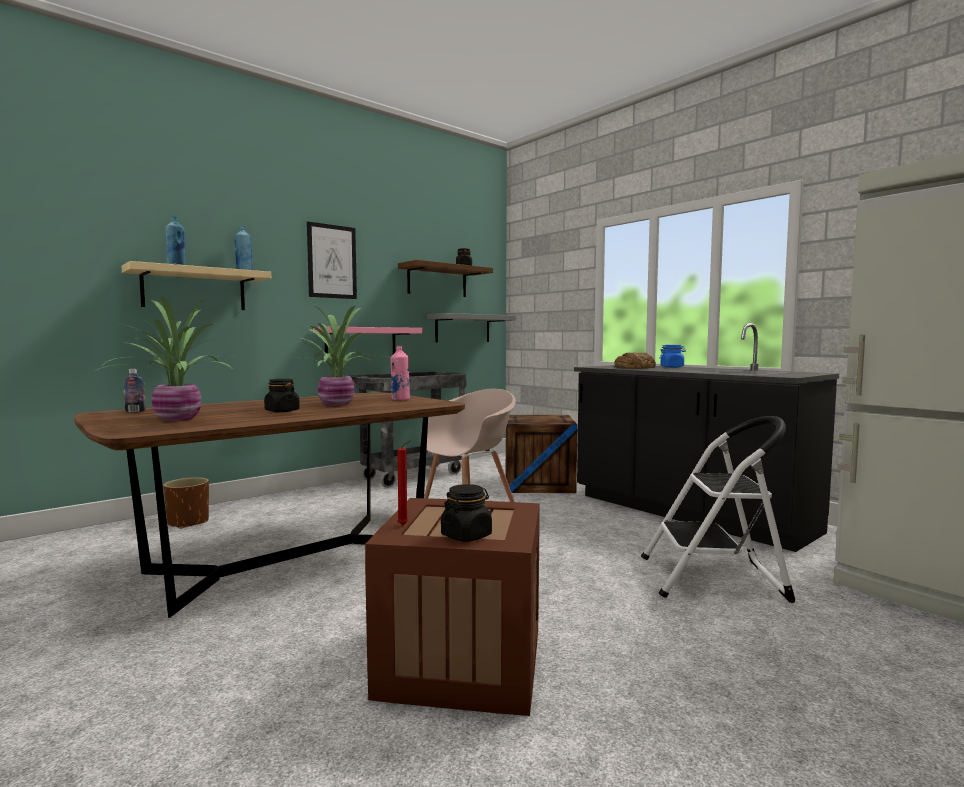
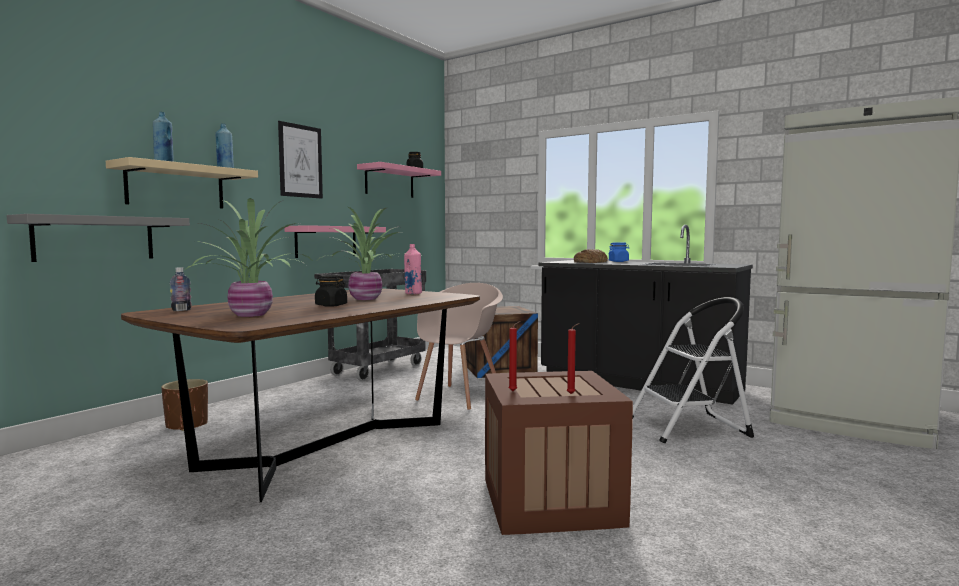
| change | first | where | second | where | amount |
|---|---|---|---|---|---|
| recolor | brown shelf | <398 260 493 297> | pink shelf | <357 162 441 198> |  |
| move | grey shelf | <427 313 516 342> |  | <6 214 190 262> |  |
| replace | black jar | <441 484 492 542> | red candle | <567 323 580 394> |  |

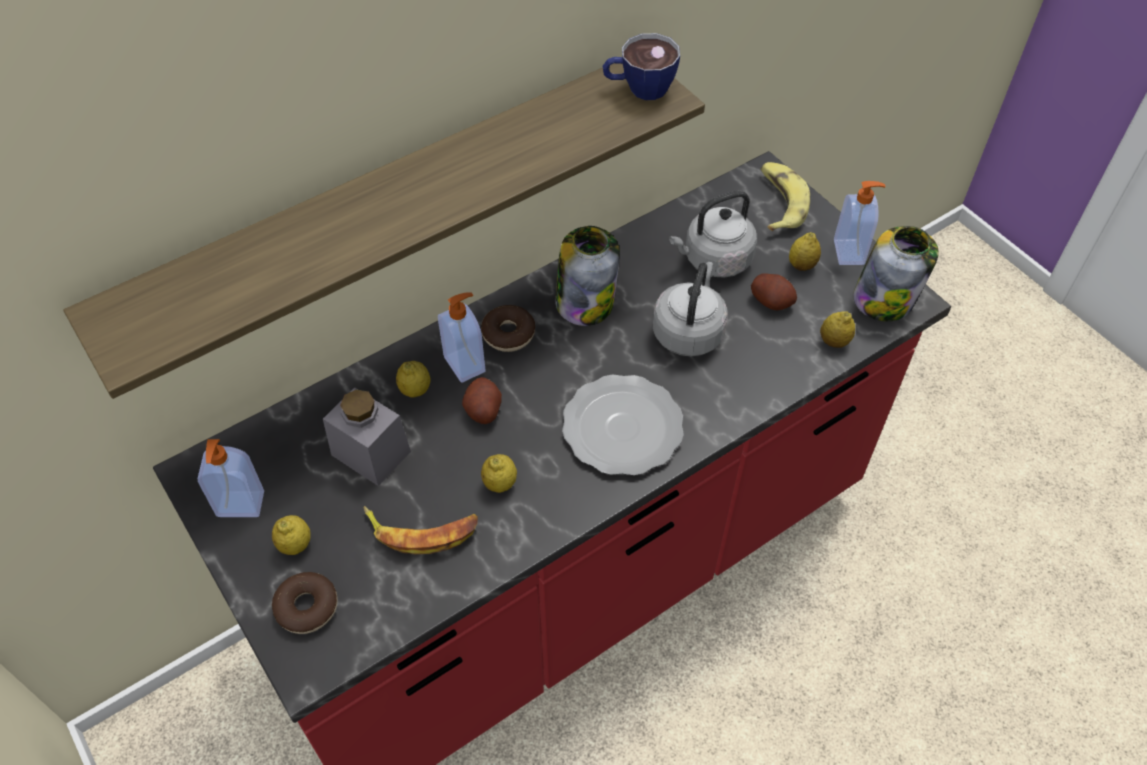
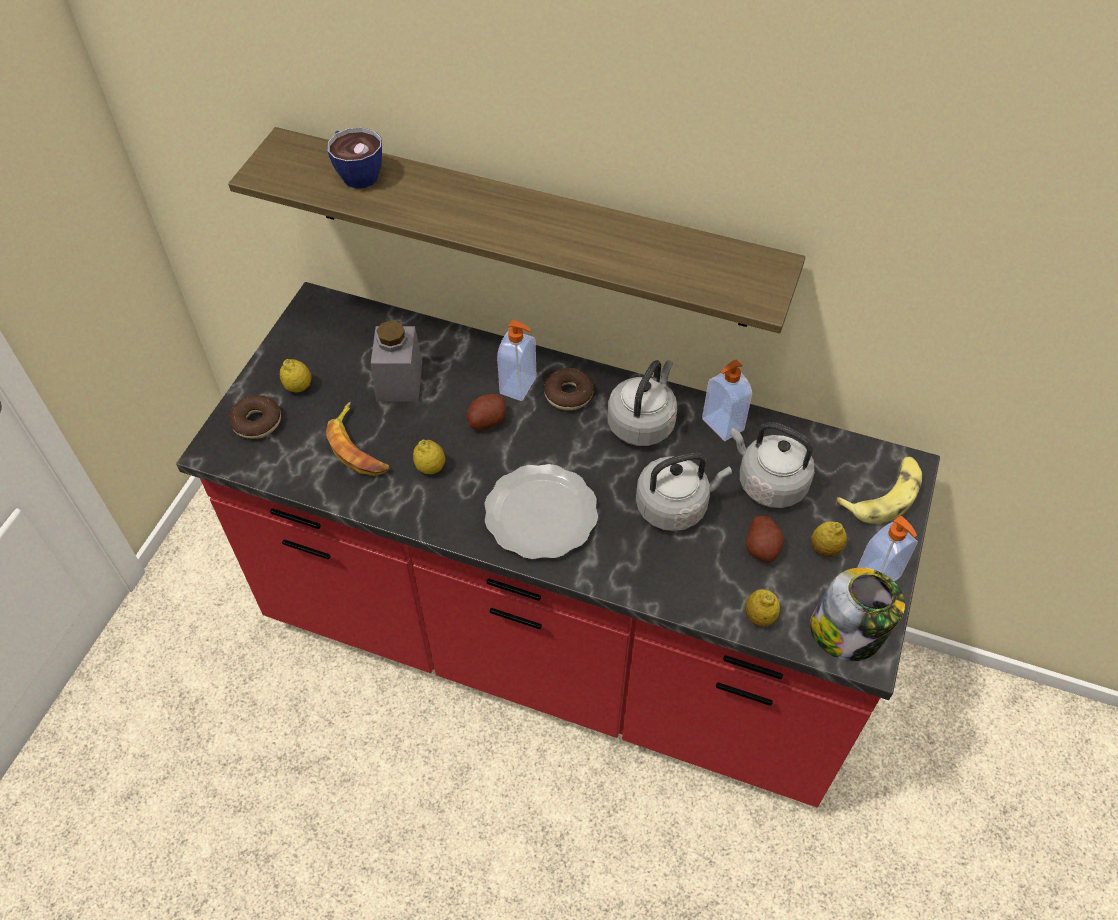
| change | first | where | second | where | amount |
|---|---|---|---|---|---|
| move | soap dispenser | <198 439 264 517> |  | <702 359 752 441> |  |
| delete | lemon | <396 361 431 398> |  |  |  |
| replace | jar | <555 226 620 326> | grey kettle | <607 360 677 446> |  |
| move | cup | <603 33 680 100> |  | <327 127 382 189> |  |

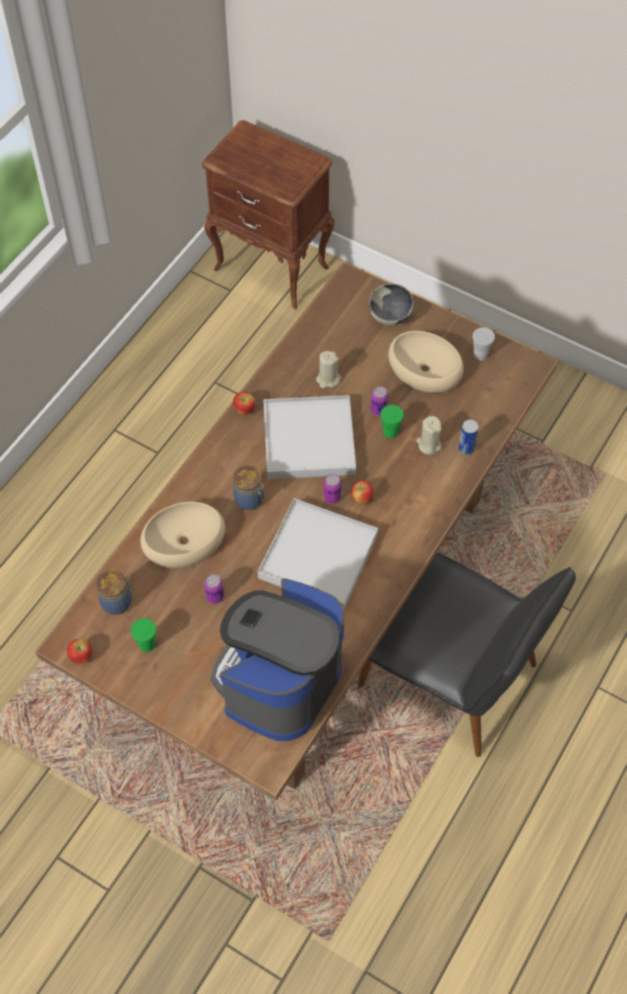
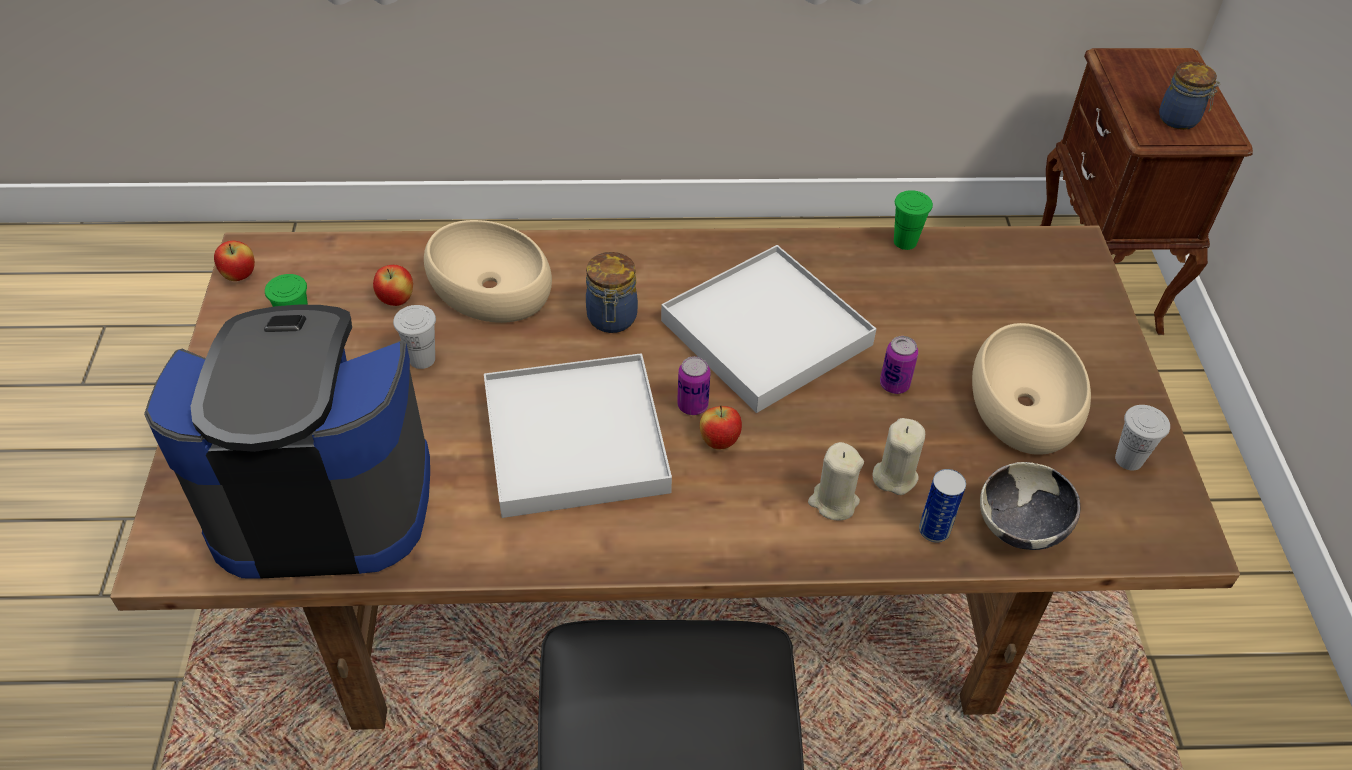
| change | first | where | second | where | amount |
|---|---|---|---|---|---|
| move | jar | <96 570 134 615> |  | <1159 62 1221 130> |  |
| replace | can | <204 574 224 604> | white cup | <393 305 436 369> |  |
| move | apple | <233 392 255 415> |  | <373 265 413 306> |  |
| move | beige candle | <316 351 341 388> |  | <808 442 864 521> |  |
| move | bowl | <369 284 414 325> |  | <980 462 1080 550> |  |
| move | green cup | <380 405 404 438> |  | <894 190 933 250> |  |

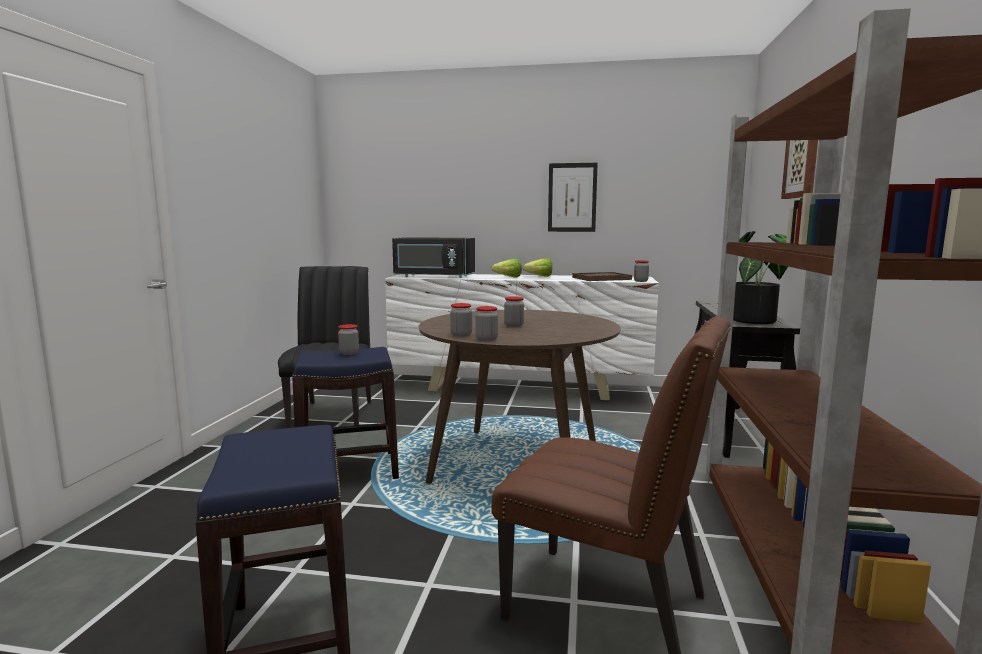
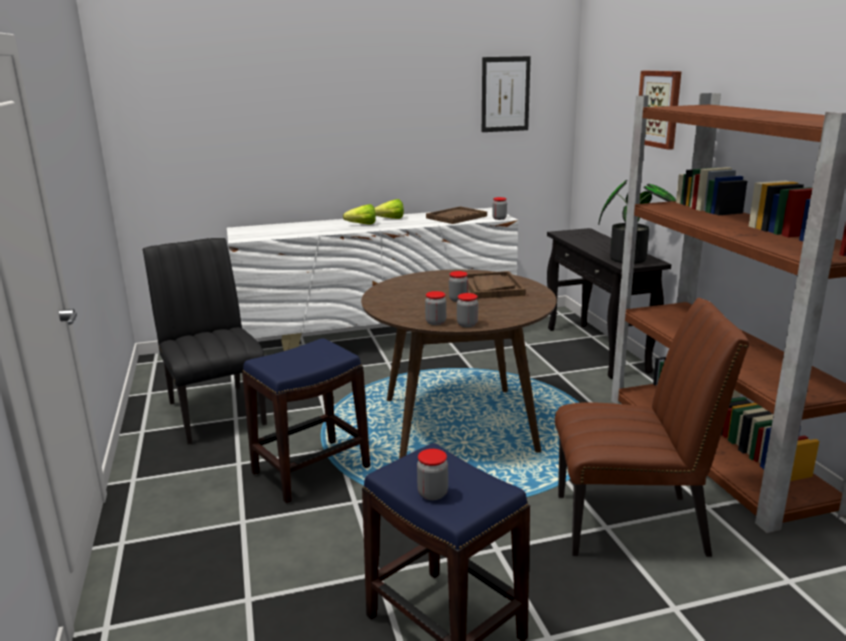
| change | first | where | second | where | amount |
|---|---|---|---|---|---|
| move | jar | <338 324 359 355> |  | <417 449 448 500> |  |
| delete | black microwave | <392 237 475 278> |  |  |  |
| move | picture | <548 163 598 232> |  | <482 56 531 132> |  |
| insert |  |  | brown tray | <466 271 526 299> |  |

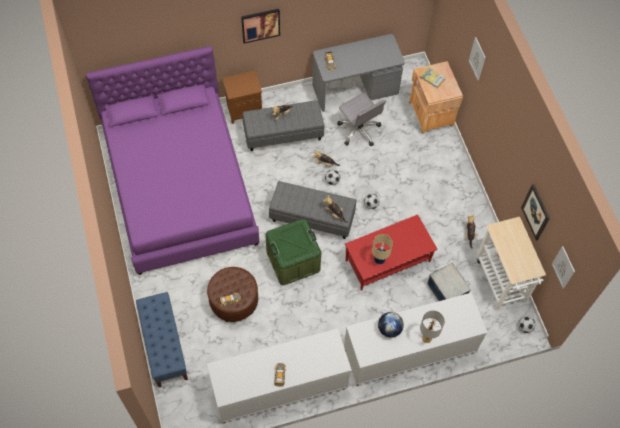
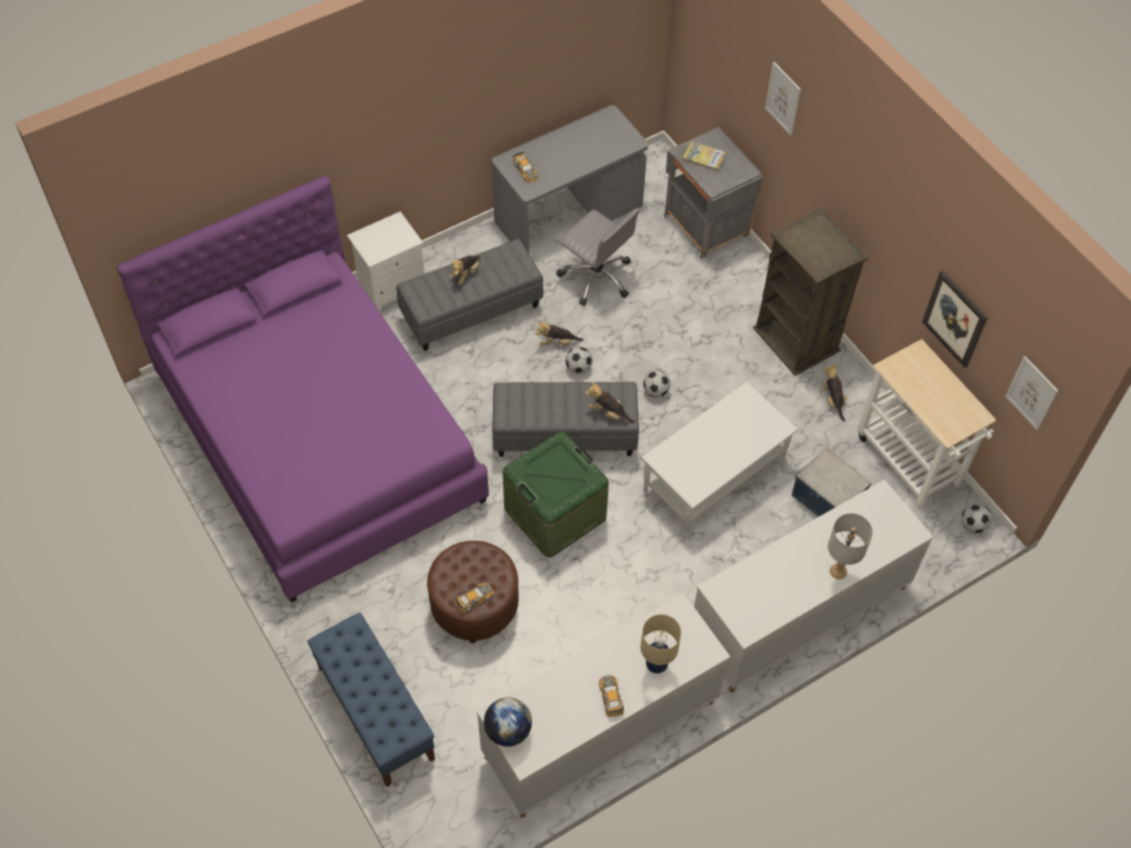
| change | first | where | second | where | amount |
|---|---|---|---|---|---|
| recolor | brown nightstand | <222 71 262 124> | white nightstand | <347 211 425 313> |  |
| delete | picture | <241 9 280 43> |  |  |  |
| recolor | red coffee table | <345 215 438 291> | white coffee table | <641 382 798 533> |  |
| move | beige table lamp | <372 234 393 264> |  | <641 614 681 674> |  |
| move | globe | <378 312 404 338> |  | <484 697 532 747> |  |
| recolor | brown cart | <408 61 463 134> | grey cart | <663 127 763 261> |  |
| insert |  |  | brown bookcase | <753 208 868 376> |  |

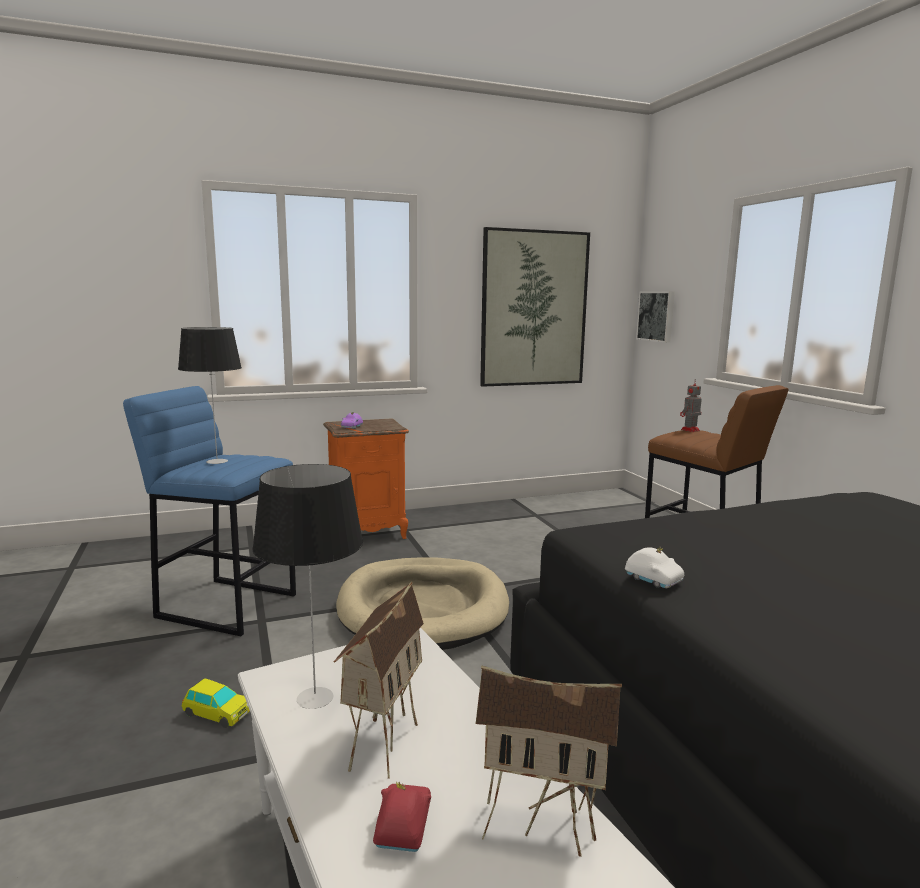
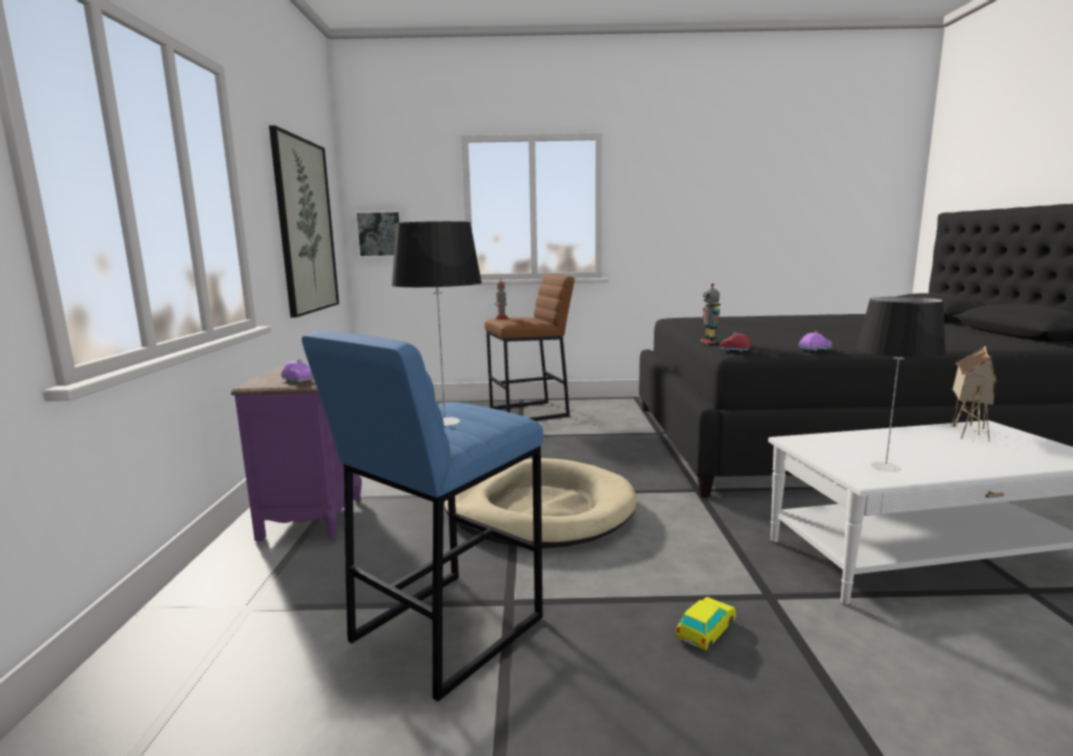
| change | first | where | second | where | amount |
|---|---|---|---|---|---|
| recolor | orange nightstand | <323 418 409 539> | purple nightstand | <231 368 362 541> |  |
| delete | toy house | <334 582 424 779> |  |  |  |
| move | red toy car | <373 782 431 852> |  | <720 332 751 352> |  |
| recolor | white toy car | <625 546 684 588> | purple toy car | <798 330 832 351> |  |
| insert |  |  | toy robot | <701 283 721 344> |  |

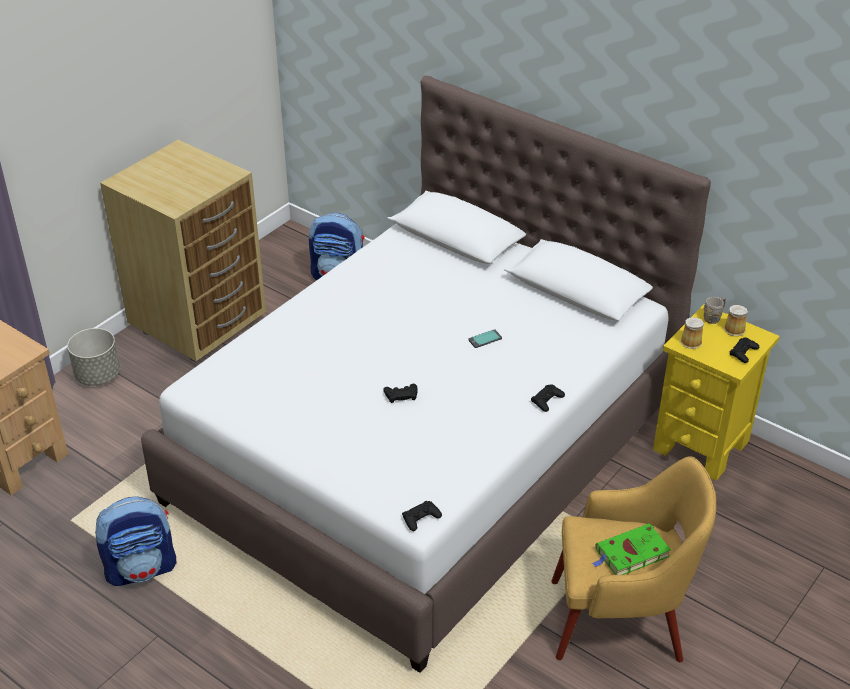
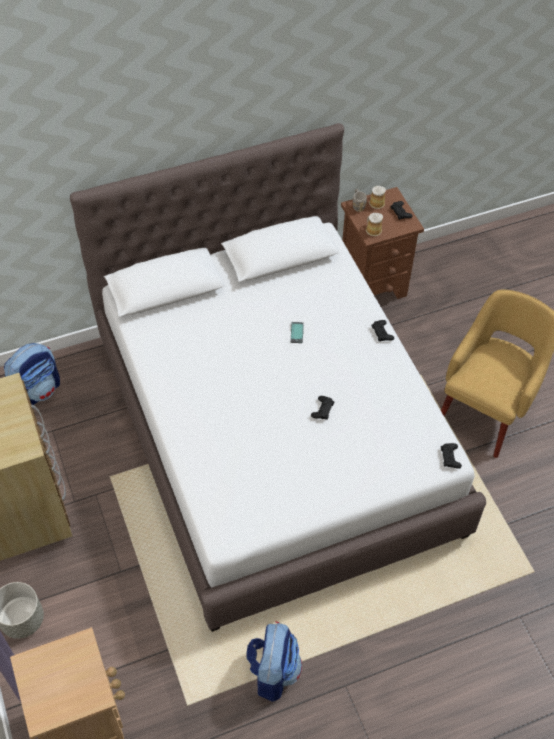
| change | first | where | second | where | amount |
|---|---|---|---|---|---|
| delete | green book | <592 523 671 575> |  |  |  |
| recolor | yellow nightstand | <653 304 780 481> | brown nightstand | <341 187 424 299> |  |

